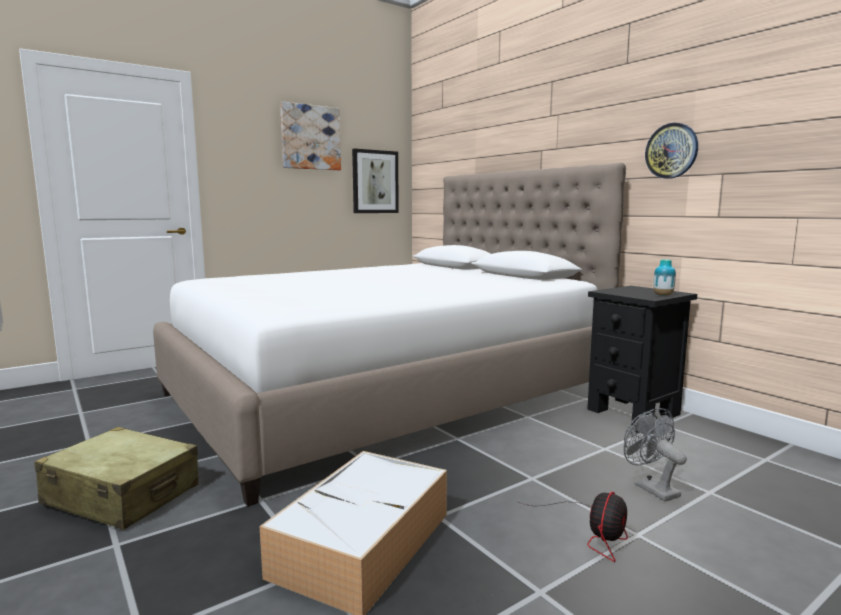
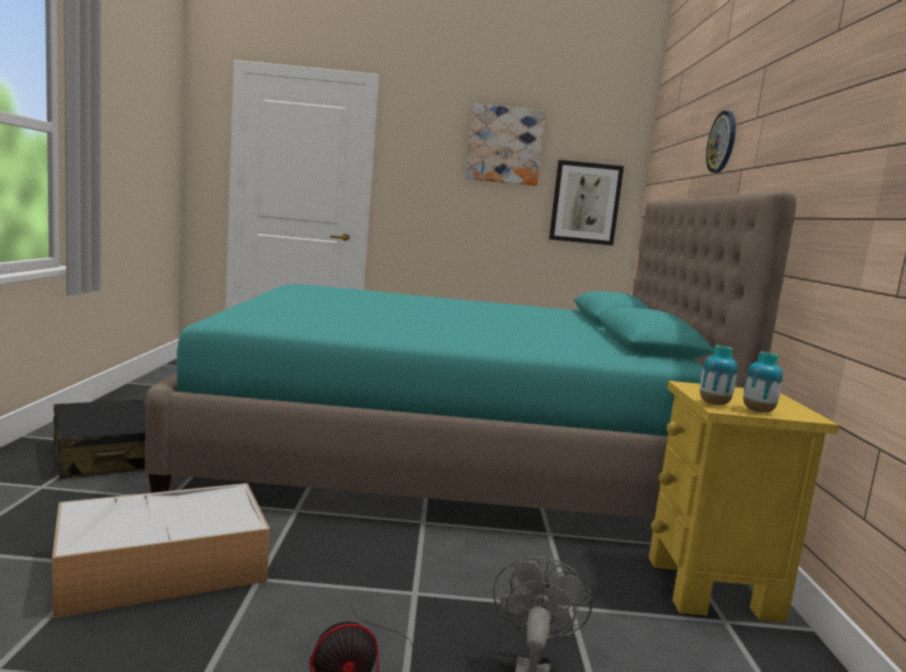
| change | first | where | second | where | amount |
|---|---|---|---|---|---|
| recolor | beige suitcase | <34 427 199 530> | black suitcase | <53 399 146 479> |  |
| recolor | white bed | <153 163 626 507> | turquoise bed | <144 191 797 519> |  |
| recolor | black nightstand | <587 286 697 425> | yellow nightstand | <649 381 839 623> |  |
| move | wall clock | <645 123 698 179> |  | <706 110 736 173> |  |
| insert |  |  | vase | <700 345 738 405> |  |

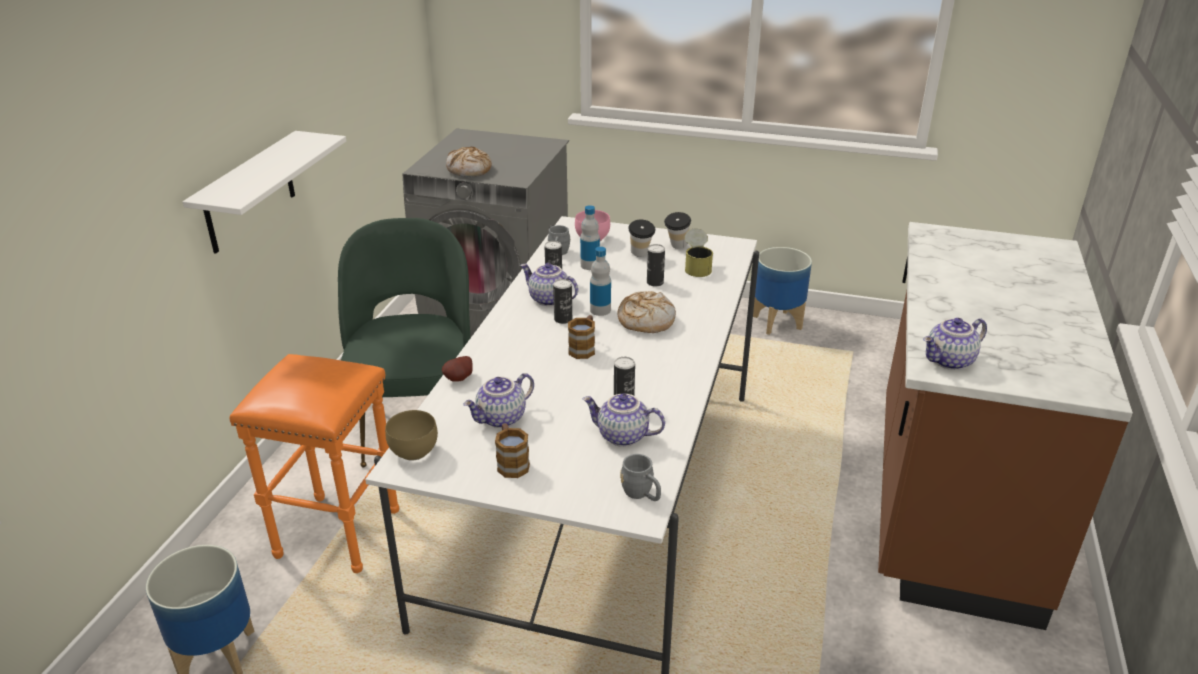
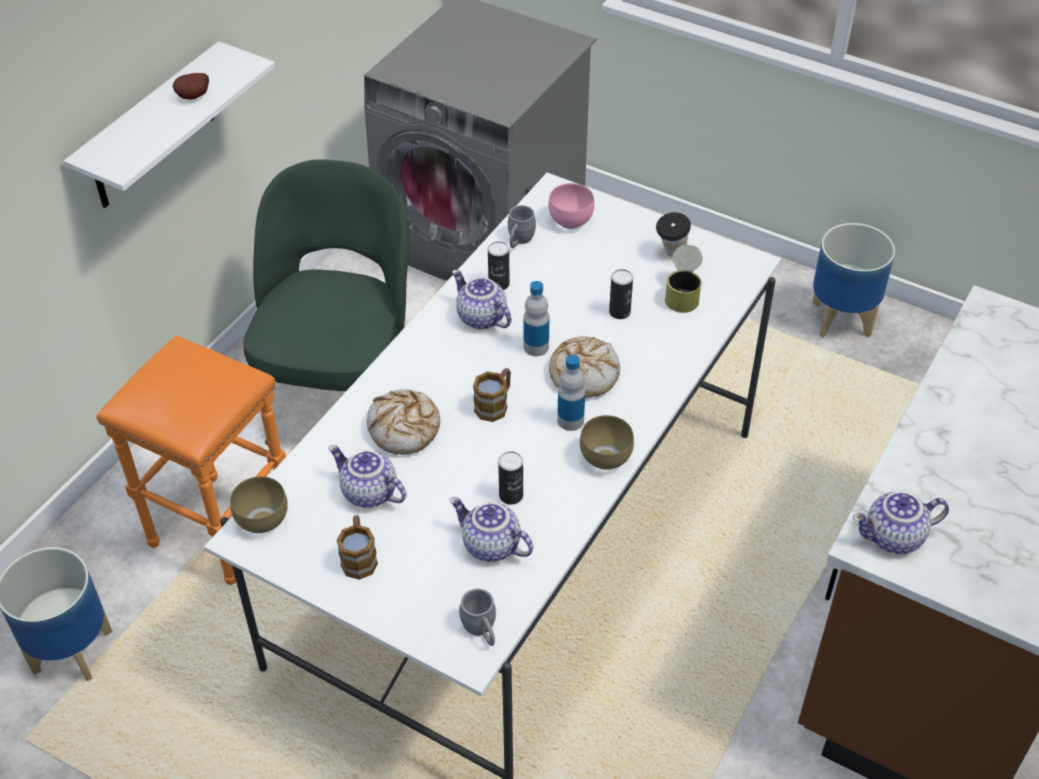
| change | first | where | second | where | amount |
|---|---|---|---|---|---|
| move | potato | <442 356 473 382> |  | <173 73 209 100> |  |
| move | bread | <446 147 492 177> |  | <367 389 440 455> |  |
| rotate | teapot | <463 373 534 428> |  | <328 445 406 508> | 60 degrees clockwise |
| delete | can | <553 279 572 324> |  |  |  |
| move | bottle | <580 205 600 270> |  | <557 354 585 431> |  |
| delete | cup | <629 220 656 257> |  |  |  |
| insert |  |  | brown bowl | <580 415 634 470> |  |

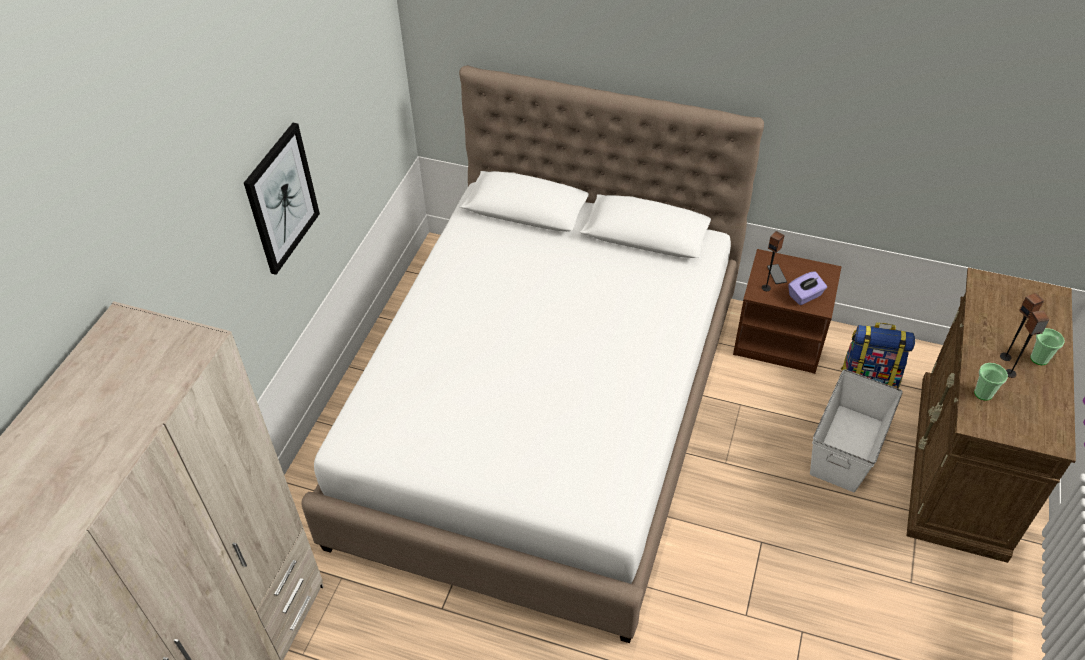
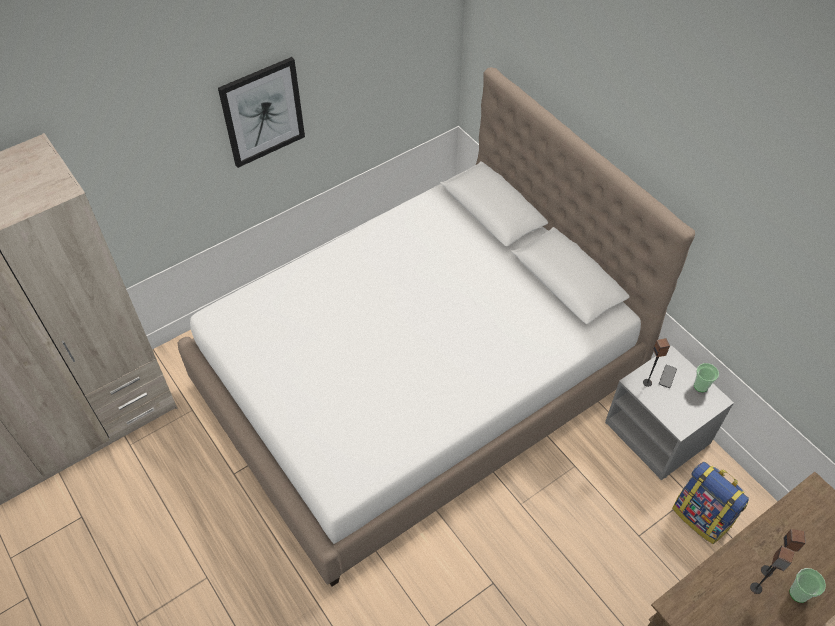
| change | first | where | second | where | amount |
|---|---|---|---|---|---|
| recolor | brown nightstand | <733 249 842 374> | grey nightstand | <605 345 734 480> |  |
| delete | purple tissue box | <788 271 827 305> |  |  |  |
| delete | white storage box | <810 369 903 492> |  |  |  |
| move | cup | <974 363 1008 401> |  | <694 363 719 392> |  |

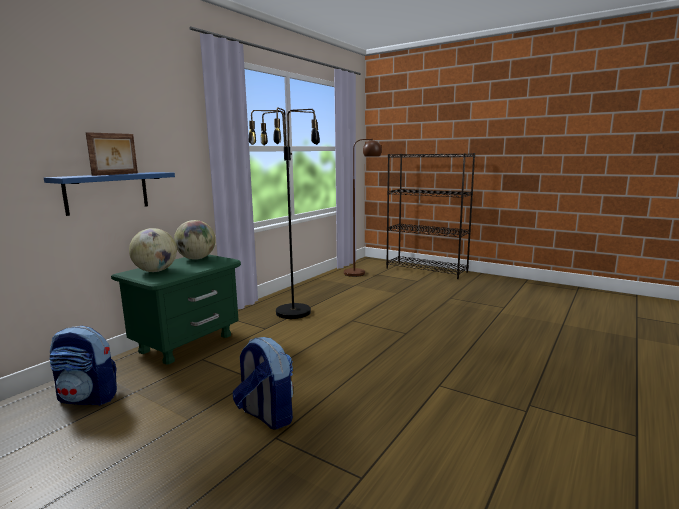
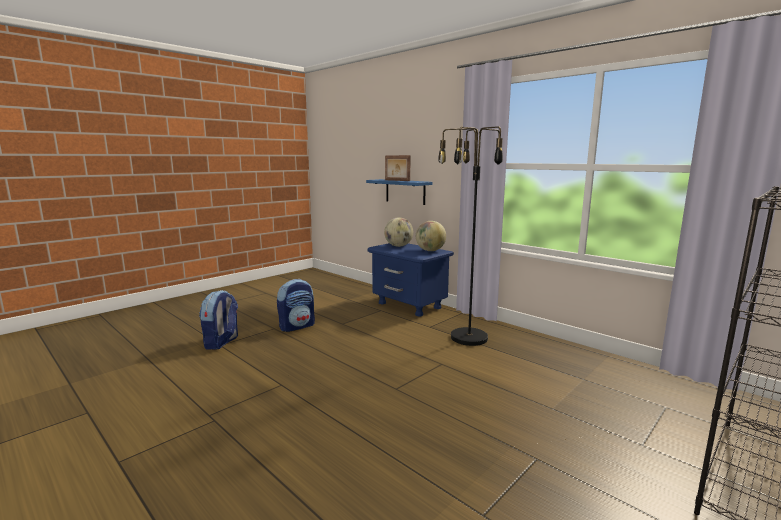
| change | first | where | second | where | amount |
|---|---|---|---|---|---|
| move | backpack | <50 326 117 406> |  | <199 290 238 350> |  |
| recolor | green nightstand | <111 255 241 365> | blue nightstand | <368 243 454 317> |  |
| delete | brown floor lamp | <344 139 382 277> |  |  |  |

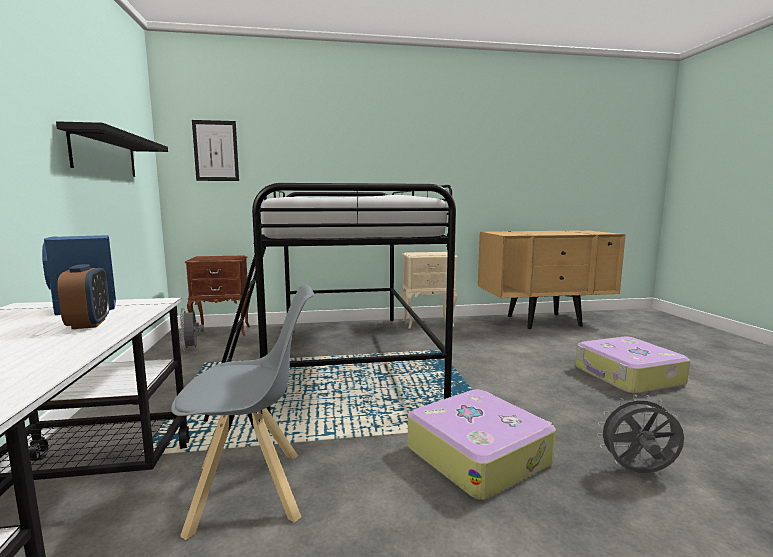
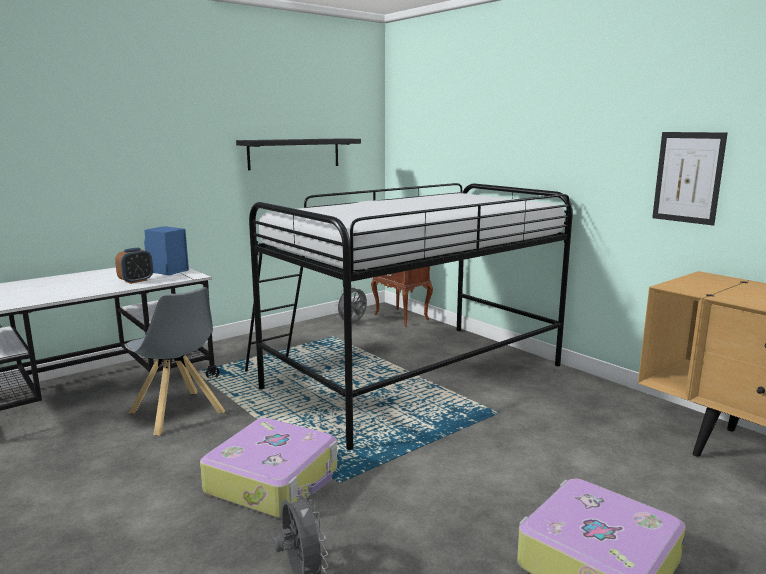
| change | first | where | second | where | amount |
|---|---|---|---|---|---|
| move | picture | <192 120 239 181> |  | <652 132 728 226> |  |
| delete | beige nightstand | <401 252 458 329> |  |  |  |

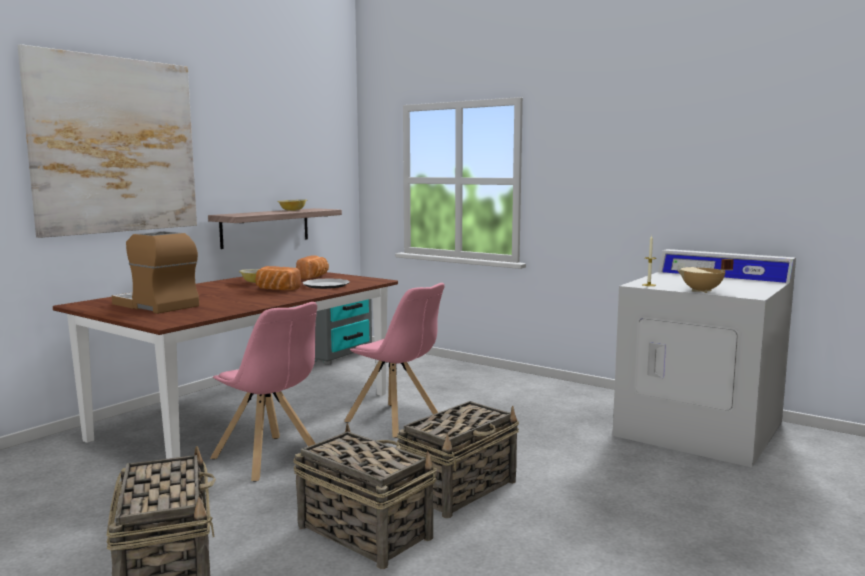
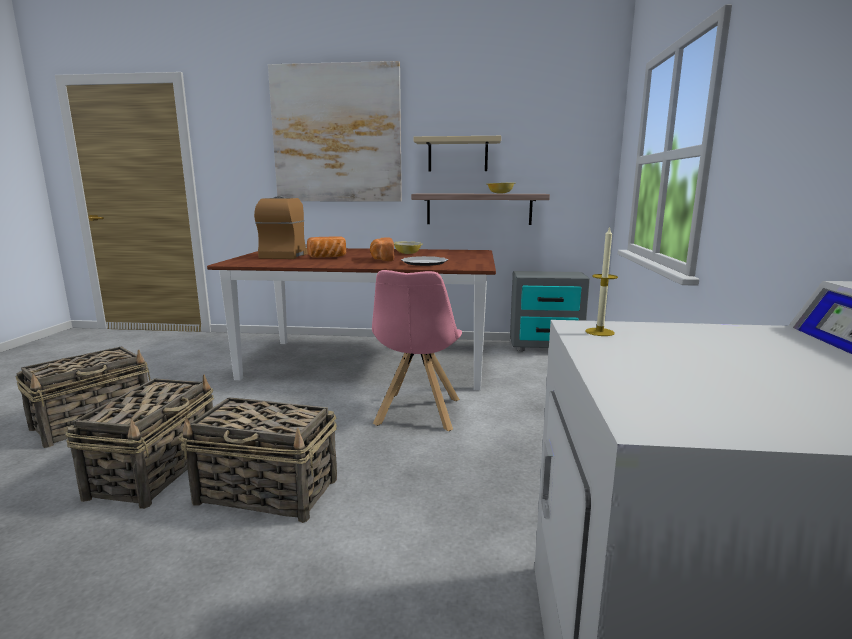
| change | first | where | second | where | amount |
|---|---|---|---|---|---|
| delete | pink chair | <210 302 317 482> |  |  |  |
| move | bread | <296 256 329 279> |  | <307 236 346 258> |  |
| delete | beige cooking pot | <677 259 734 293> |  |  |  |
| insert |  |  | beige shelf | <414 136 501 171> |  |

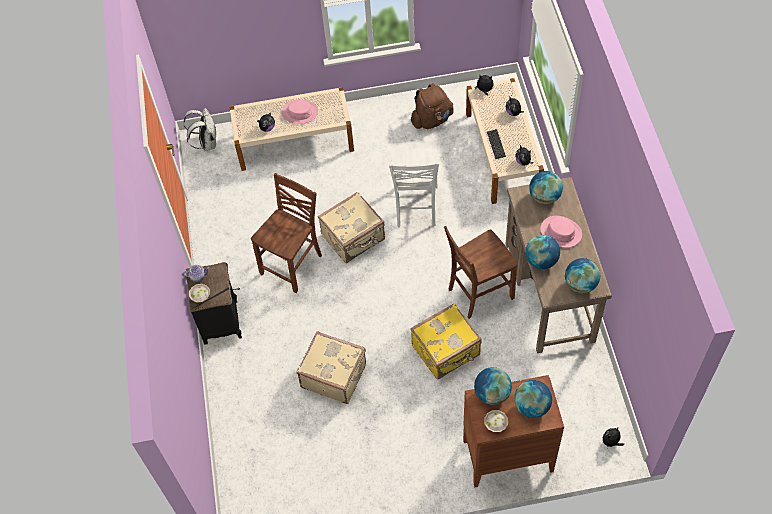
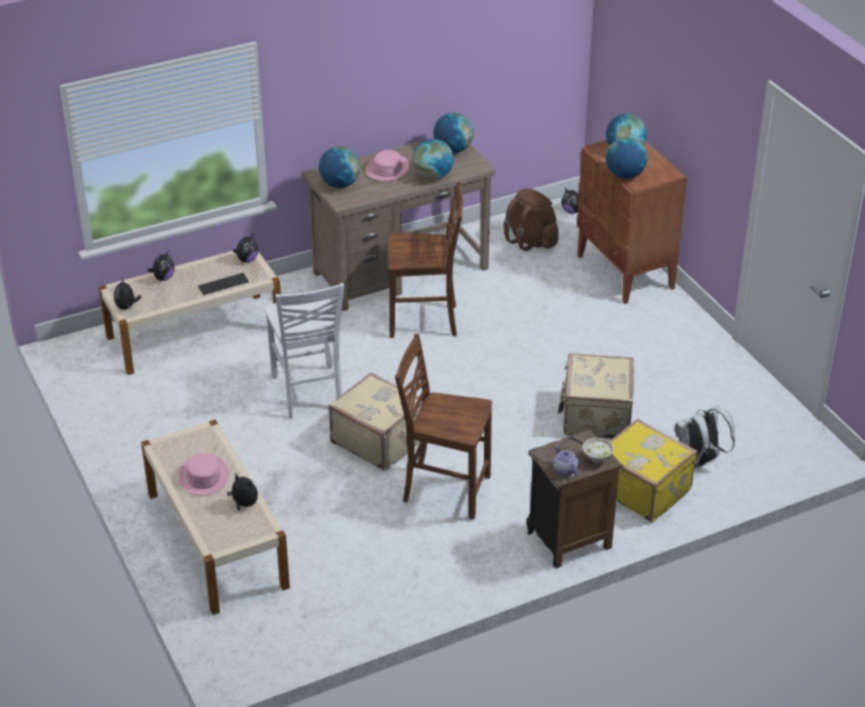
| change | first | where | second | where | amount |
|---|---|---|---|---|---|
| move | white backpack | <183 108 216 151> |  | <675 405 735 468> |  |
| rotate | white chair | <389 148 439 227> |  | <264 283 344 419> | 90 degrees clockwise |
| move | yellow suitcase | <410 303 482 380> |  | <610 419 698 522> |  |
| move | brown backpack | <411 83 454 129> |  | <503 189 559 251> |  |
| rotate | brown chair | <444 226 517 319> |  | <388 182 463 338> | 45 degrees counterclockwise |
| delete | white bowl | <484 410 508 432> |  |  |  |

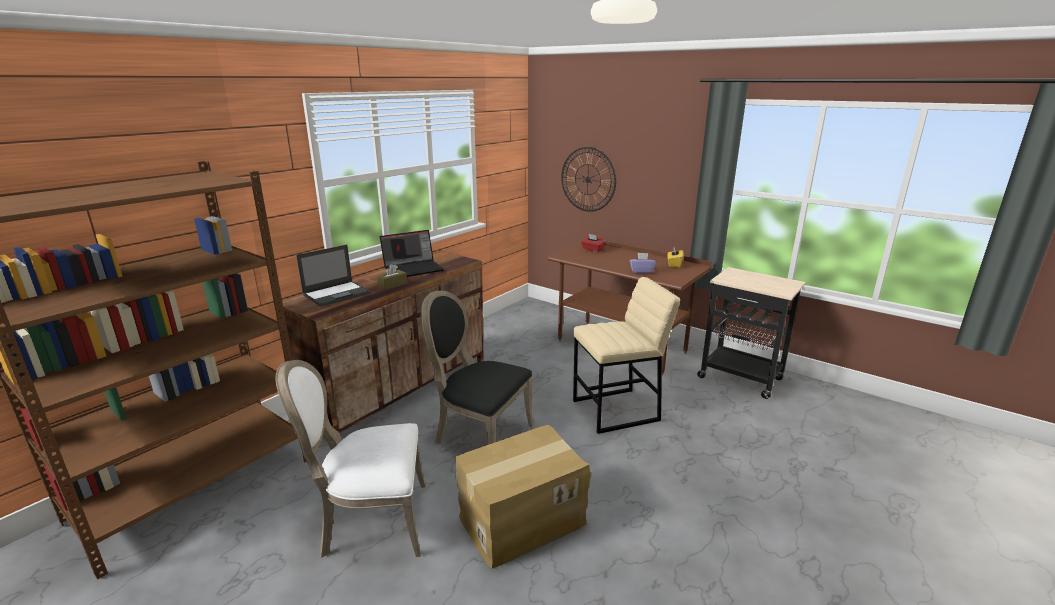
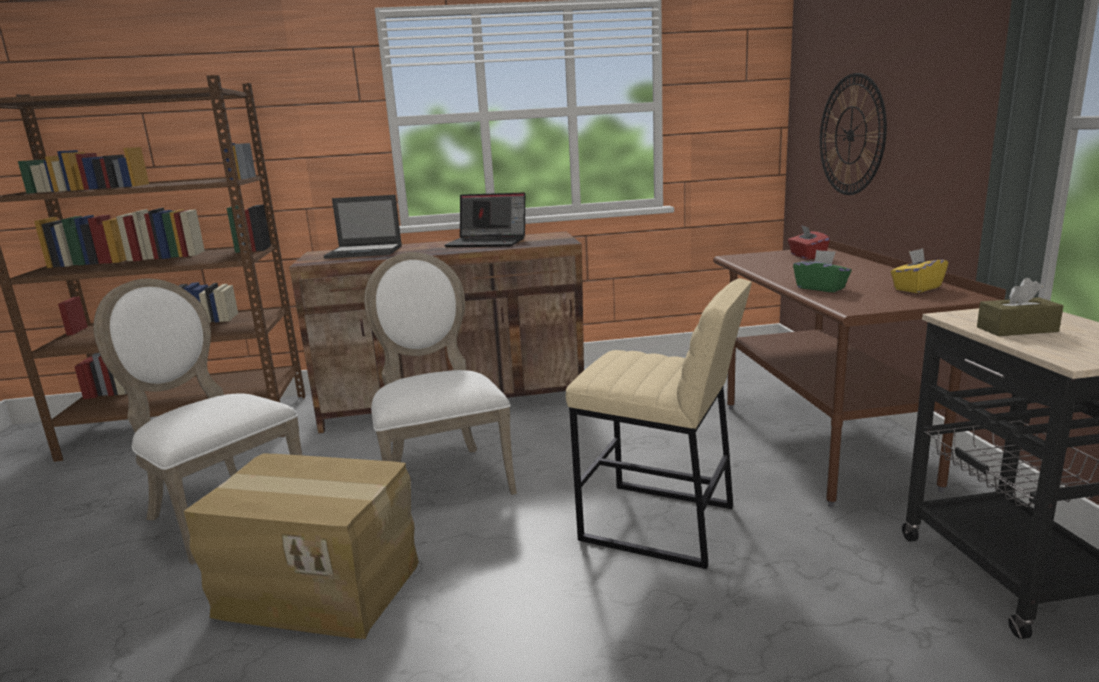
| change | first | where | second | where | amount |
|---|---|---|---|---|---|
| move | brown tissue box | <376 264 407 290> |  | <977 278 1063 336> |  |
| recolor | black chair | <421 291 534 445> | white chair | <364 252 517 495> |  |
| recolor | purple tissue box | <630 253 656 273> | green tissue box | <793 250 852 292> |  |

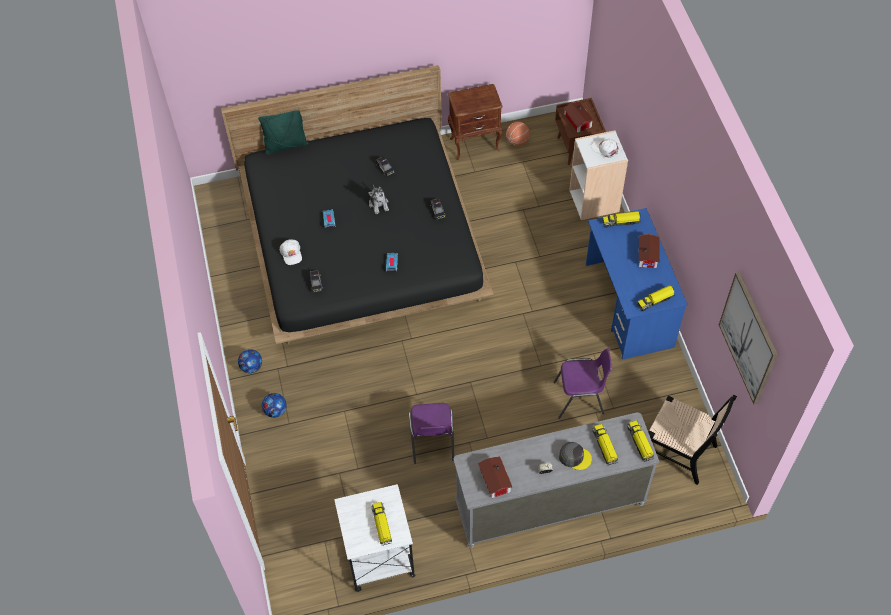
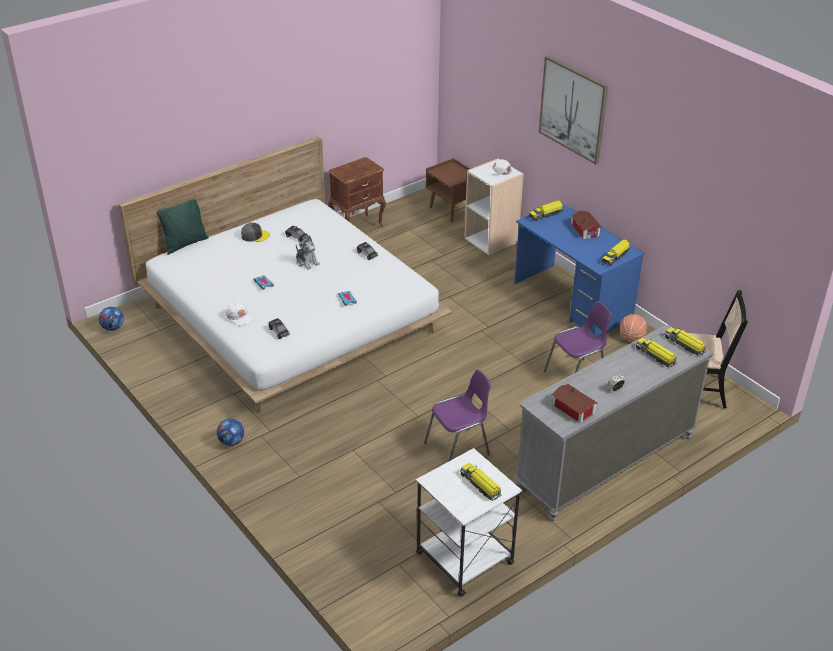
| change | first | where | second | where | amount |
|---|---|---|---|---|---|
| recolor | black bed | <221 65 494 344> | white bed | <119 136 452 414> |  |
| move | football | <262 393 287 418> |  | <99 307 124 331> |  |
| rotate | purple chair | <409 403 454 464> |  | <424 369 491 462> | 90 degrees counterclockwise |
| move | basketball | <506 122 530 146> |  | <620 314 647 341> |  |
| move | grey cap | <559 442 592 470> |  | <241 222 270 242> |  |
| delete | toy house | <563 102 594 133> |  |  |  |
| move | picture | <719 272 778 404> |  | <539 56 608 164> |  |

